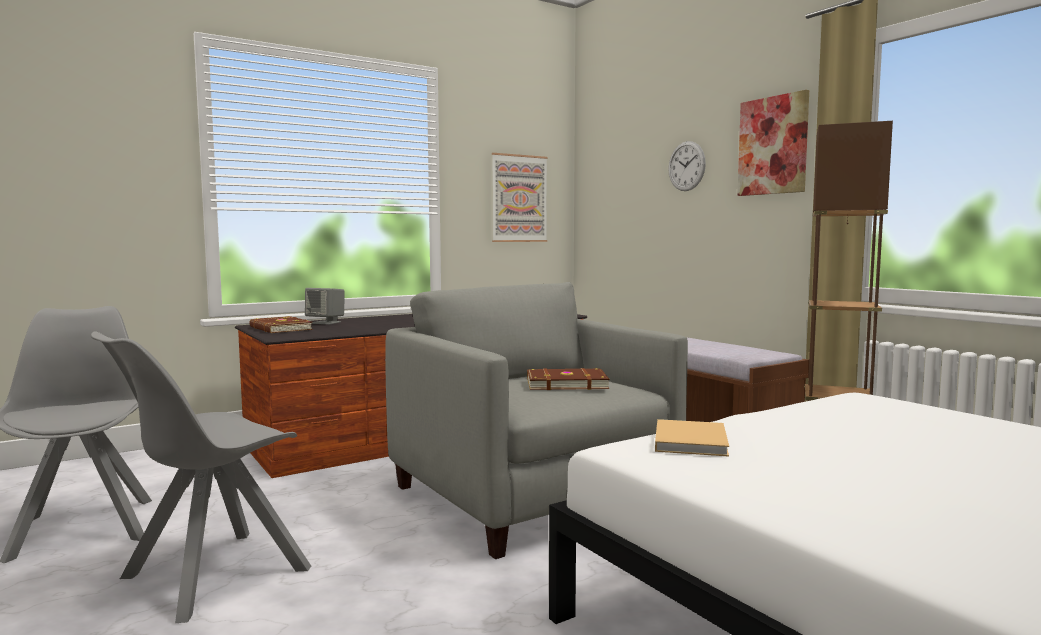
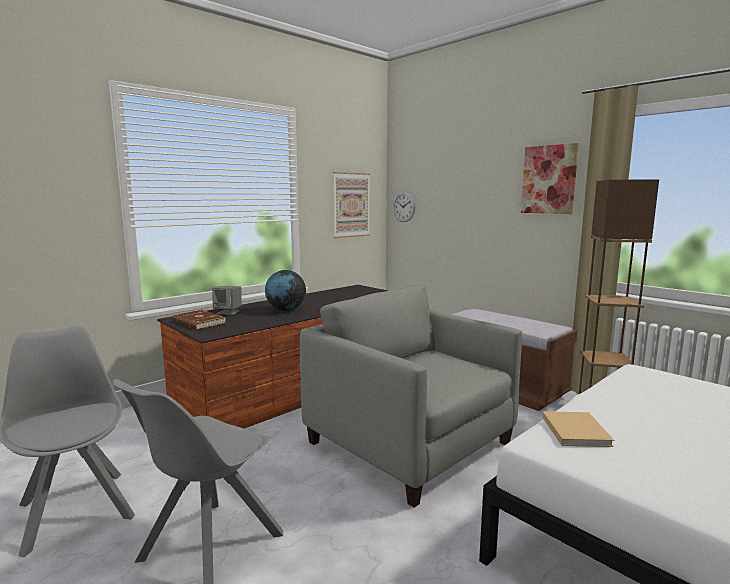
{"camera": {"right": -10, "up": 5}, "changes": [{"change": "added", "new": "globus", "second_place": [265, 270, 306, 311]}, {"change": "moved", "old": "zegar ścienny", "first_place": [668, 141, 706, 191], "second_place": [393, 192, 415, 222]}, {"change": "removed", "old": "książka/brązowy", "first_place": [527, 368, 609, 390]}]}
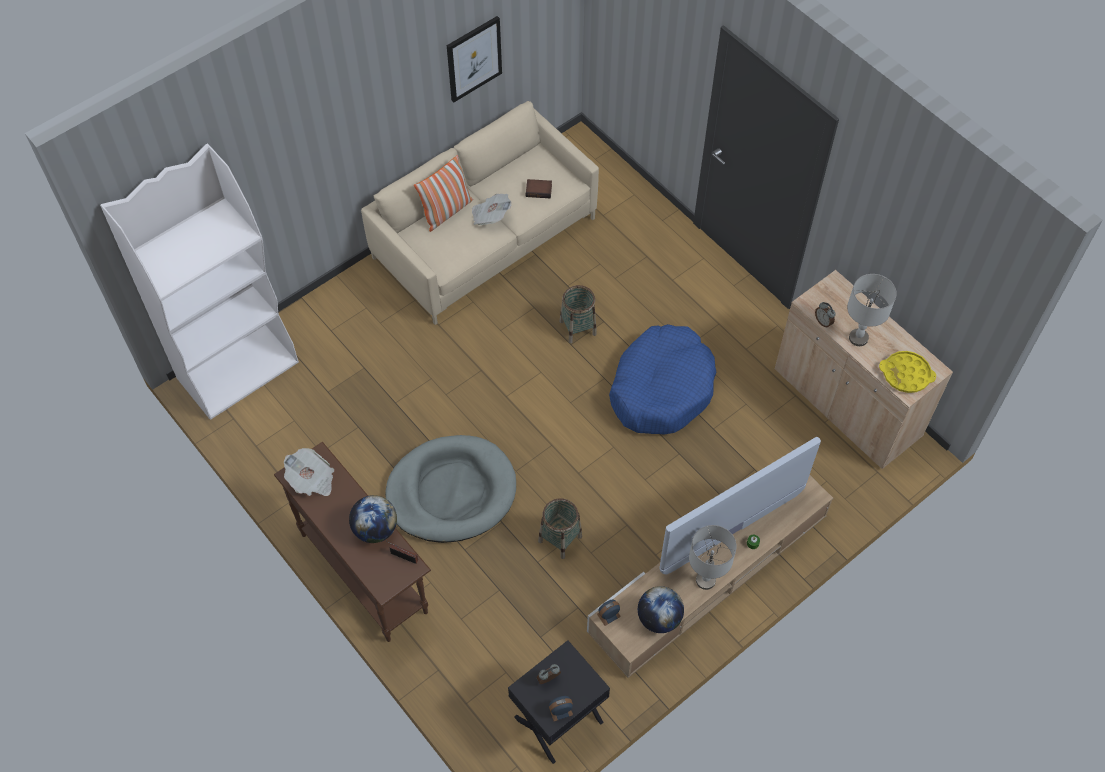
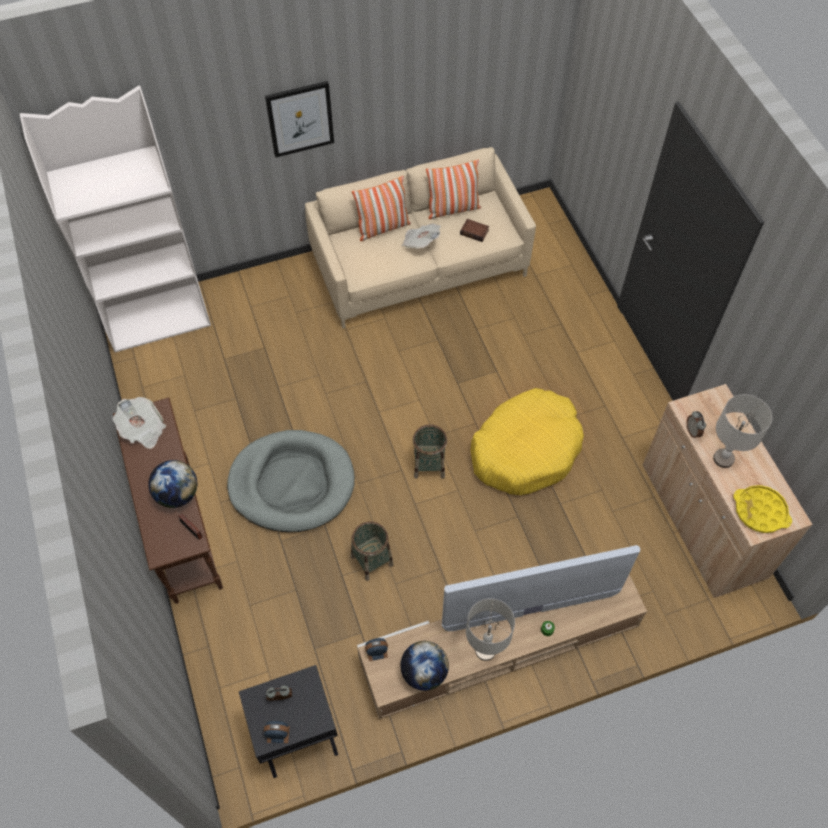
{"camera": {"right": 20, "up": 0}, "changes": [{"change": "moved", "old": "obraz", "first_place": [447, 16, 502, 102], "second_place": [265, 81, 334, 158]}, {"change": "moved", "old": "koszyk", "first_place": [560, 285, 597, 343], "second_place": [413, 424, 447, 479]}, {"change": "added", "new": "poduszka", "second_place": [426, 160, 481, 219]}, {"change": "recoloured", "old": "legowisko/niebieski", "new": "legowisko/żółty", "first_place": [609, 324, 717, 435], "second_place": [471, 388, 584, 495]}]}
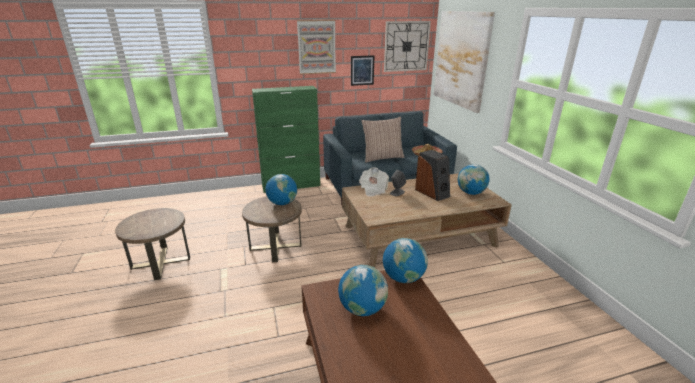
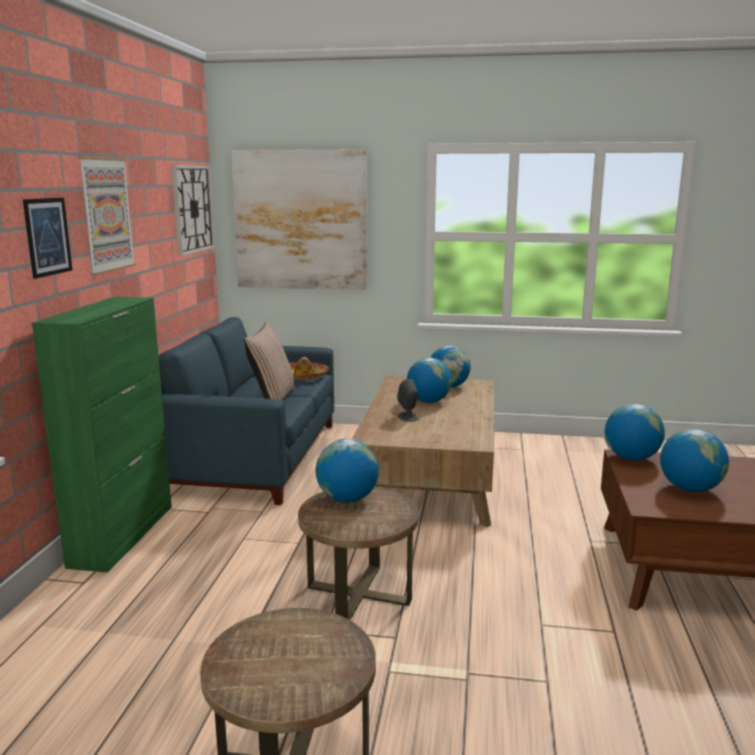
{"camera": {"right": -65, "up": -10}, "changes": [{"change": "moved", "old": "obraz", "first_place": [351, 55, 375, 86], "second_place": [23, 198, 72, 279]}, {"change": "replaced", "old": "głośnik", "new": "globus", "first_place": [415, 150, 450, 201], "second_place": [407, 358, 452, 403]}, {"change": "removed", "old": "gazeta", "first_place": [359, 167, 389, 196]}]}
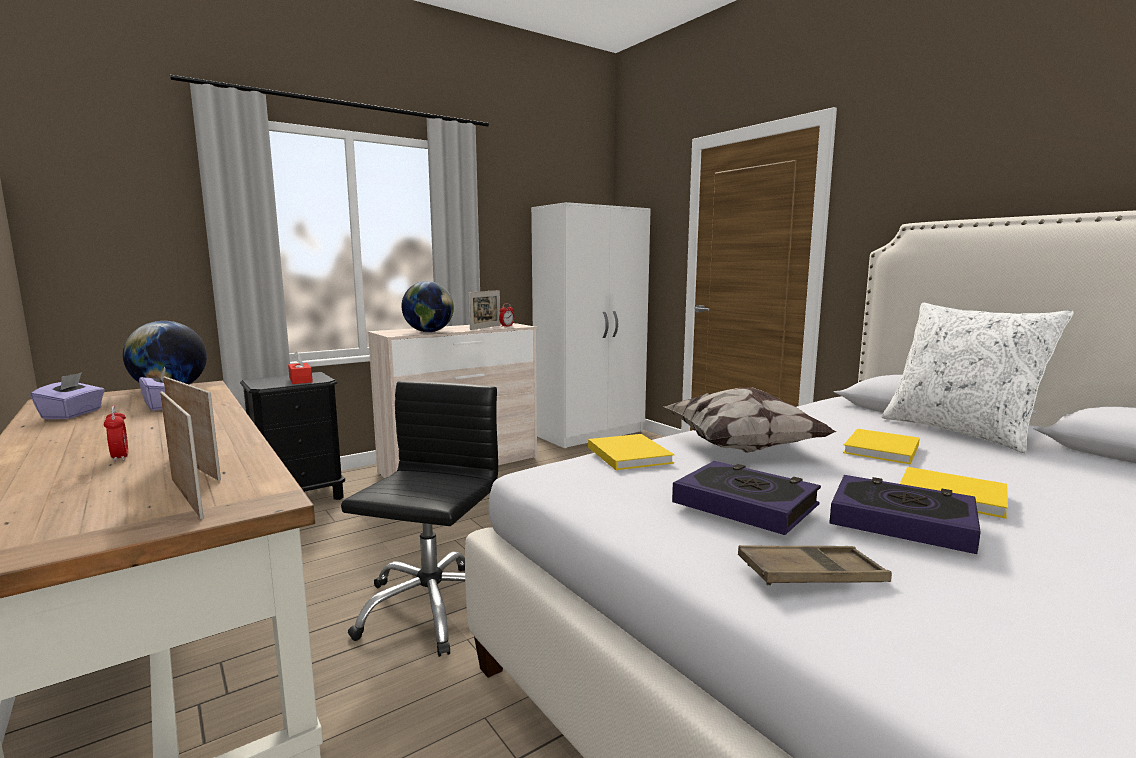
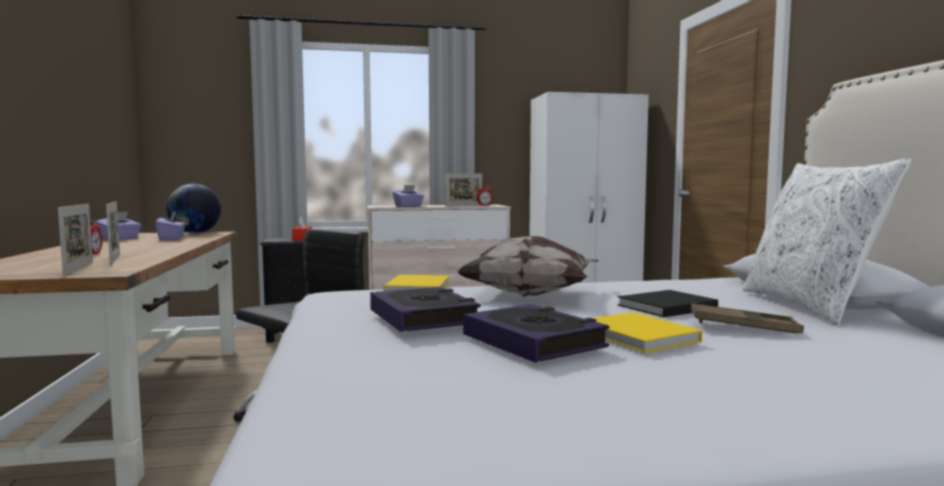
{"camera": {"right": 25, "up": -5}, "changes": [{"change": "replaced", "old": "globus", "new": "pudełko chusteczek/fioletowy", "first_place": [402, 281, 454, 332], "second_place": [393, 185, 424, 207]}, {"change": "recoloured", "old": "książka/żółty", "new": "książka/czarny", "first_place": [843, 429, 920, 464], "second_place": [617, 290, 718, 317]}, {"change": "moved", "old": "taca/brązowy", "first_place": [738, 545, 892, 586], "second_place": [691, 303, 804, 333]}]}
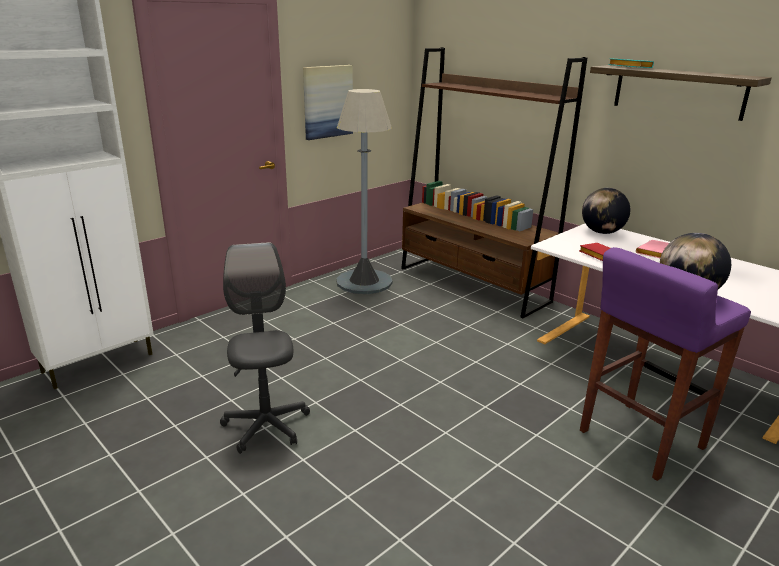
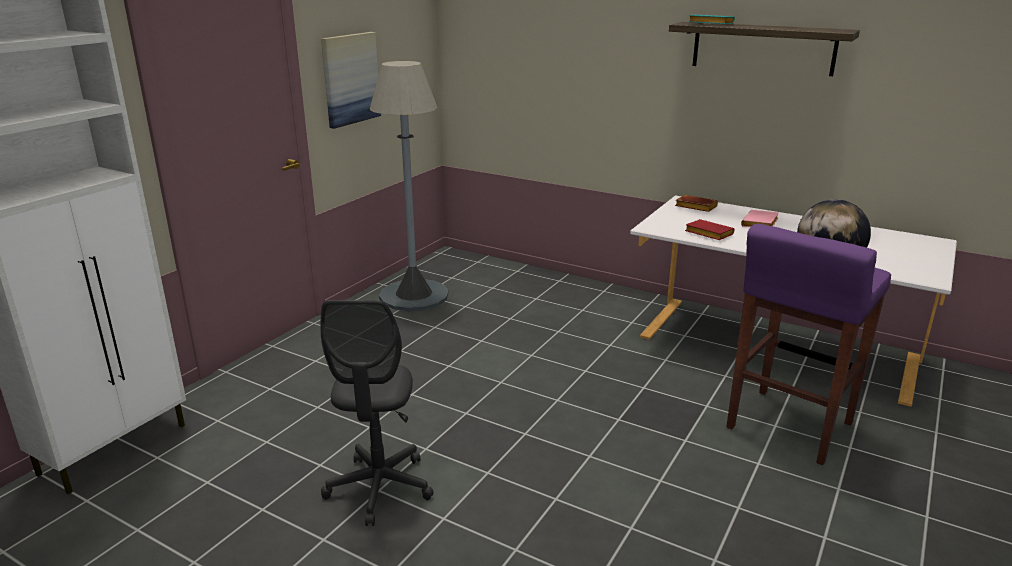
{"camera": {"right": -15, "up": 0}, "changes": [{"change": "turned", "old": "krzesło biurowe/szary", "first_place": [220, 242, 310, 454], "second_place": [321, 300, 434, 526], "degrees": -150}, {"change": "replaced", "old": "globus", "new": "książka/brązowy", "first_place": [582, 188, 630, 234], "second_place": [675, 195, 718, 212]}, {"change": "removed", "old": "regał/brązowy", "first_place": [401, 47, 587, 318]}]}
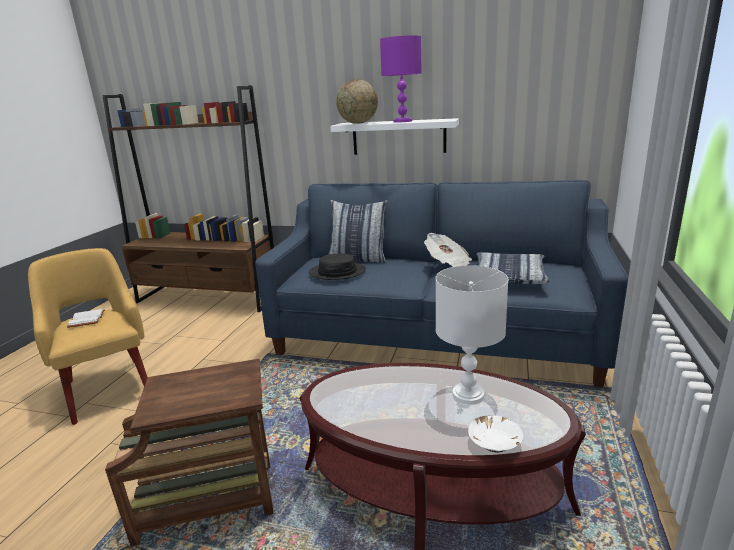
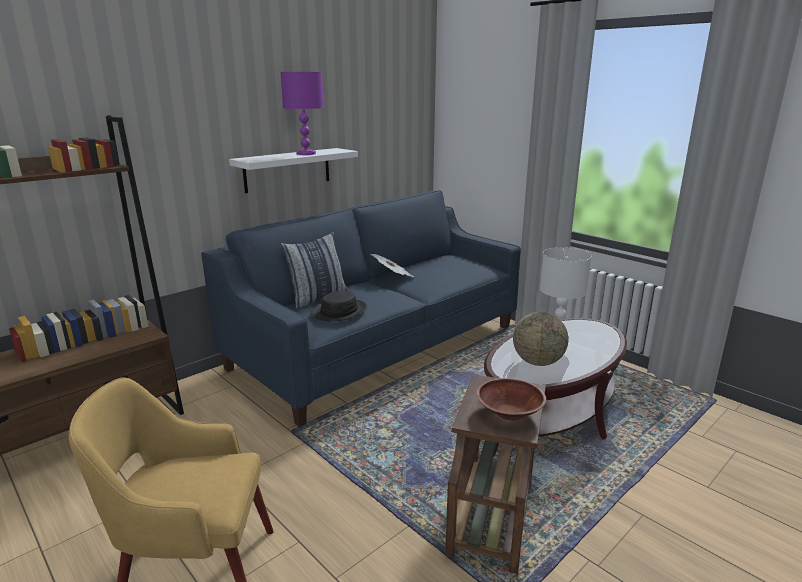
{"camera": {"right": -60, "up": 0}, "changes": [{"change": "added", "new": "miska/brązowy", "second_place": [477, 378, 546, 421]}, {"change": "moved", "old": "globus", "first_place": [336, 79, 378, 124], "second_place": [513, 312, 568, 366]}, {"change": "removed", "old": "książka/biały", "first_place": [67, 309, 105, 328]}, {"change": "removed", "old": "miska/biały", "first_place": [468, 415, 523, 452]}, {"change": "removed", "old": "poduszka", "first_place": [476, 252, 550, 284]}]}
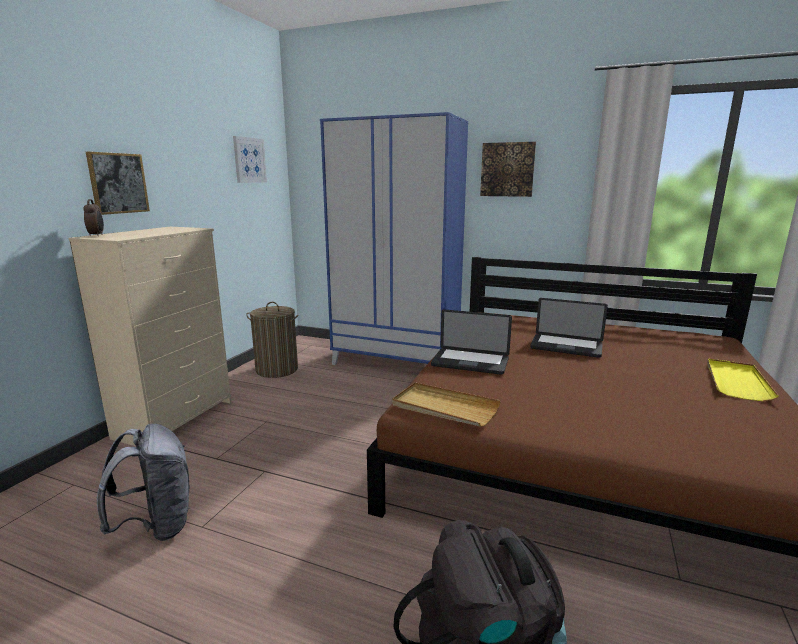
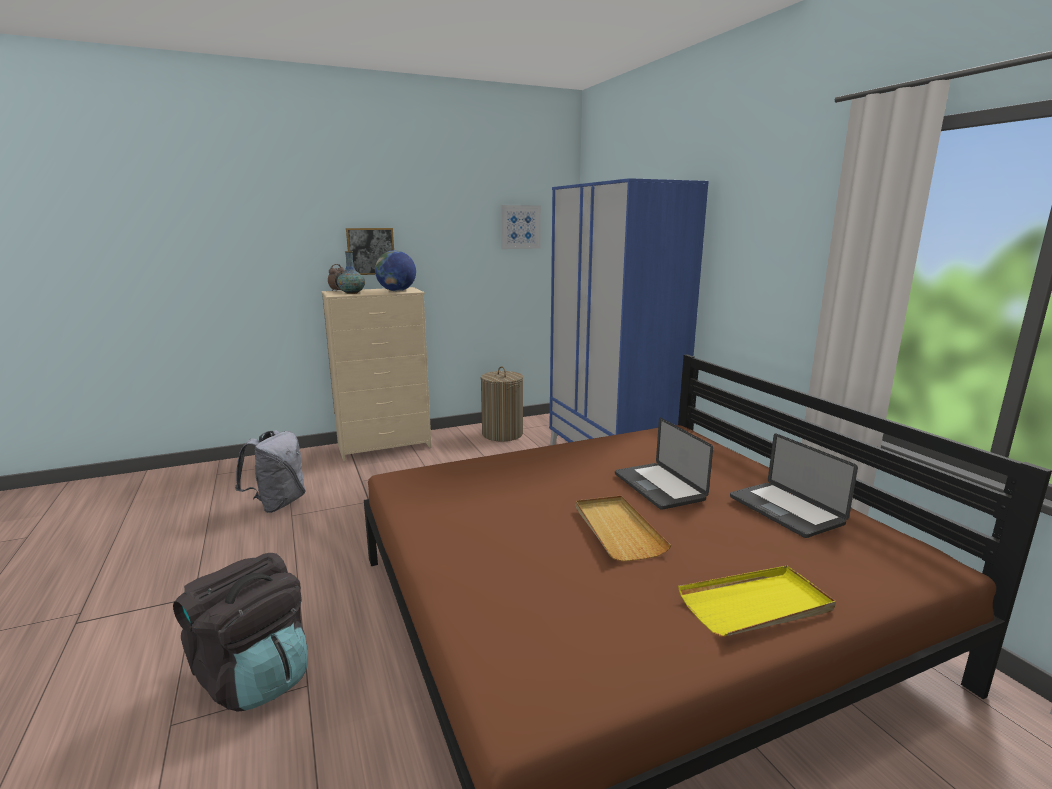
{"camera": {"right": 45, "up": 0}, "changes": [{"change": "added", "new": "wazon", "second_place": [337, 251, 365, 294]}, {"change": "added", "new": "globus", "second_place": [375, 250, 416, 291]}, {"change": "moved", "old": "taca/beżowy", "first_place": [392, 382, 501, 427], "second_place": [576, 495, 671, 561]}, {"change": "moved", "old": "laptop", "first_place": [431, 310, 512, 375], "second_place": [730, 433, 858, 538]}, {"change": "removed", "old": "obraz", "first_place": [480, 142, 536, 197]}]}
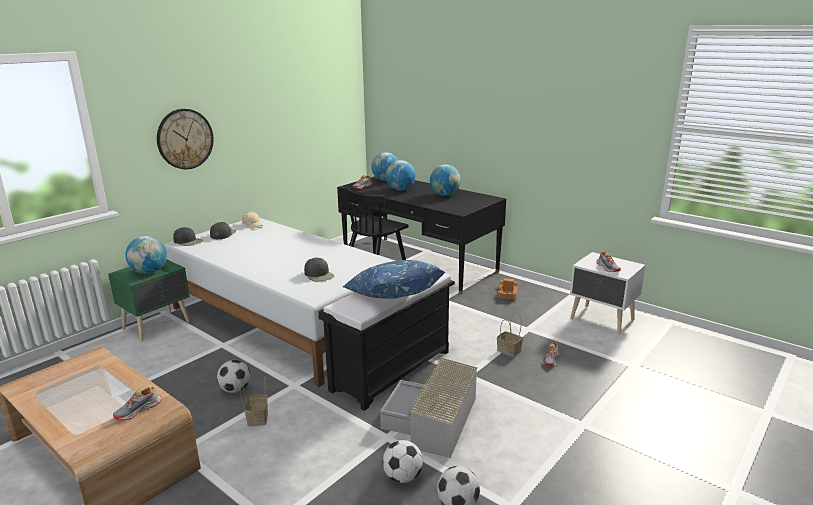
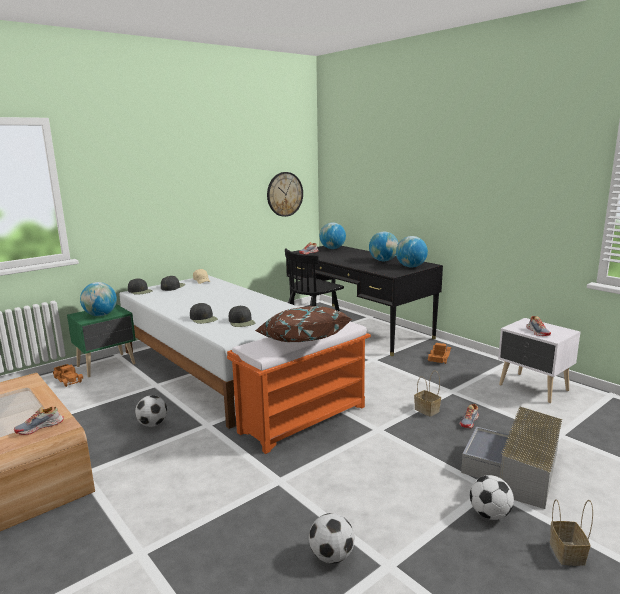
{"camera": {"right": 10, "up": -5}, "changes": [{"change": "added", "new": "ciężarówka zabawkowa", "second_place": [53, 364, 83, 387]}, {"change": "added", "new": "czapka z daszkiem/czarny", "second_place": [190, 303, 218, 324]}, {"change": "recoloured", "old": "ławka/czarny", "new": "ławka/pomarańczowy", "first_place": [318, 273, 455, 411], "second_place": [227, 322, 371, 454]}, {"change": "recoloured", "old": "poduszka/niebieski", "new": "poduszka/brązowy", "first_place": [342, 260, 445, 299], "second_place": [255, 306, 352, 342]}, {"change": "moved", "old": "zegar ścienny", "first_place": [157, 109, 214, 169], "second_place": [267, 172, 303, 217]}, {"change": "moved", "old": "globus", "first_place": [386, 160, 416, 191], "second_place": [396, 236, 428, 268]}, {"change": "moved", "old": "pojemnik do przechowywania/szary", "first_place": [380, 357, 478, 458], "second_place": [461, 406, 562, 509]}, {"change": "moved", "old": "piłka futbolowa", "first_place": [382, 440, 423, 483], "second_place": [470, 475, 514, 520]}, {"change": "moved", "old": "koszyk", "first_place": [239, 377, 268, 426], "second_place": [550, 499, 593, 566]}]}
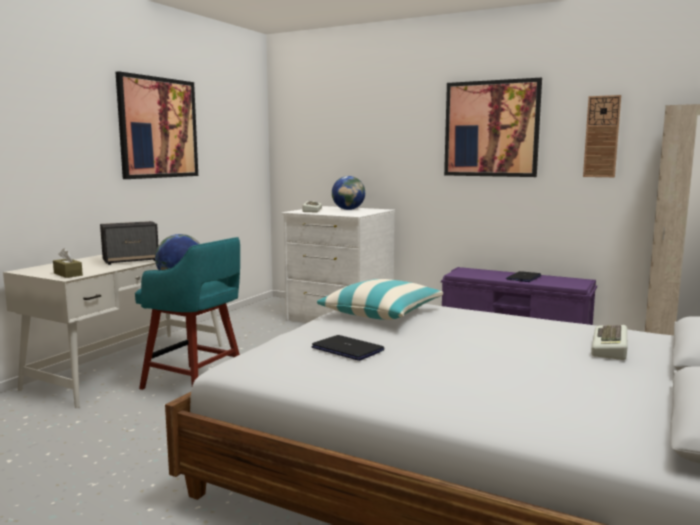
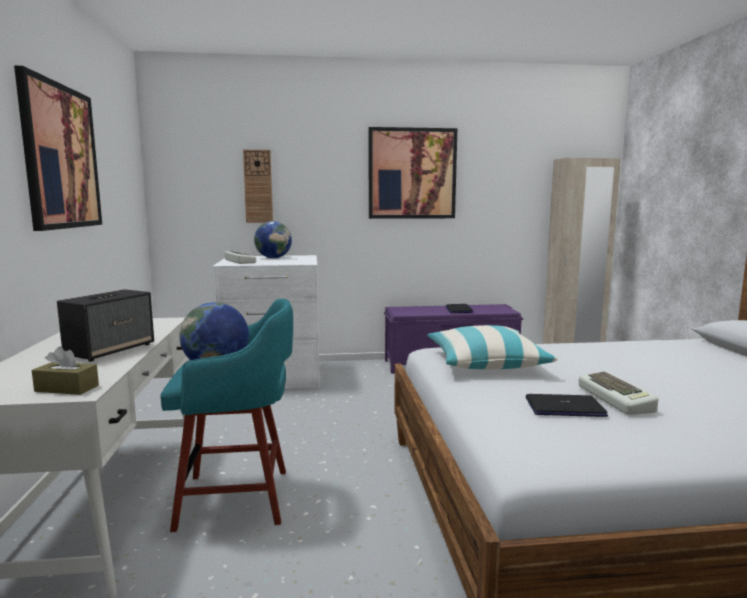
{"camera": {"right": -35, "up": 0}, "changes": [{"change": "moved", "old": "zegar ścienny", "first_place": [583, 95, 621, 177], "second_place": [243, 149, 273, 223]}, {"change": "moved", "old": "klawiatura", "first_place": [591, 325, 627, 360], "second_place": [578, 371, 658, 415]}]}
